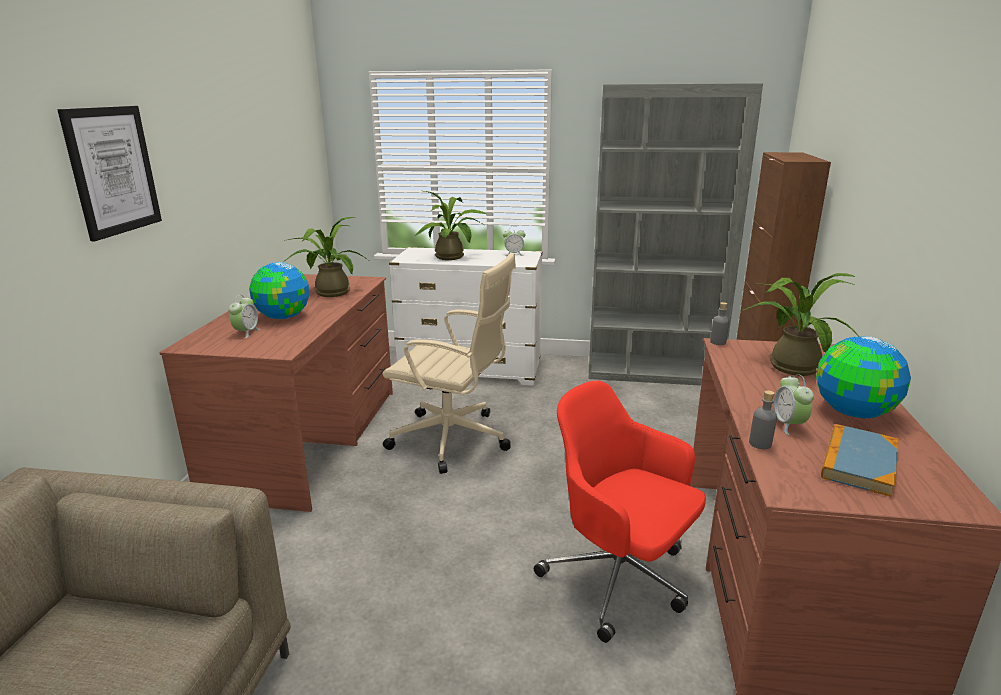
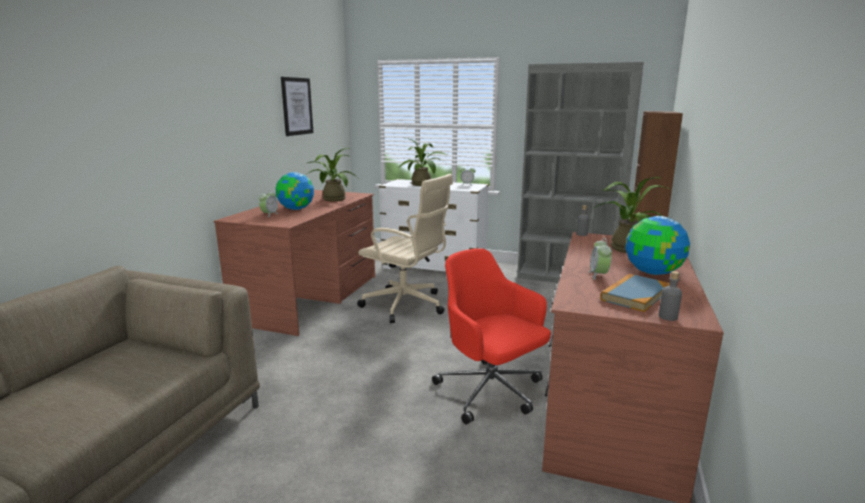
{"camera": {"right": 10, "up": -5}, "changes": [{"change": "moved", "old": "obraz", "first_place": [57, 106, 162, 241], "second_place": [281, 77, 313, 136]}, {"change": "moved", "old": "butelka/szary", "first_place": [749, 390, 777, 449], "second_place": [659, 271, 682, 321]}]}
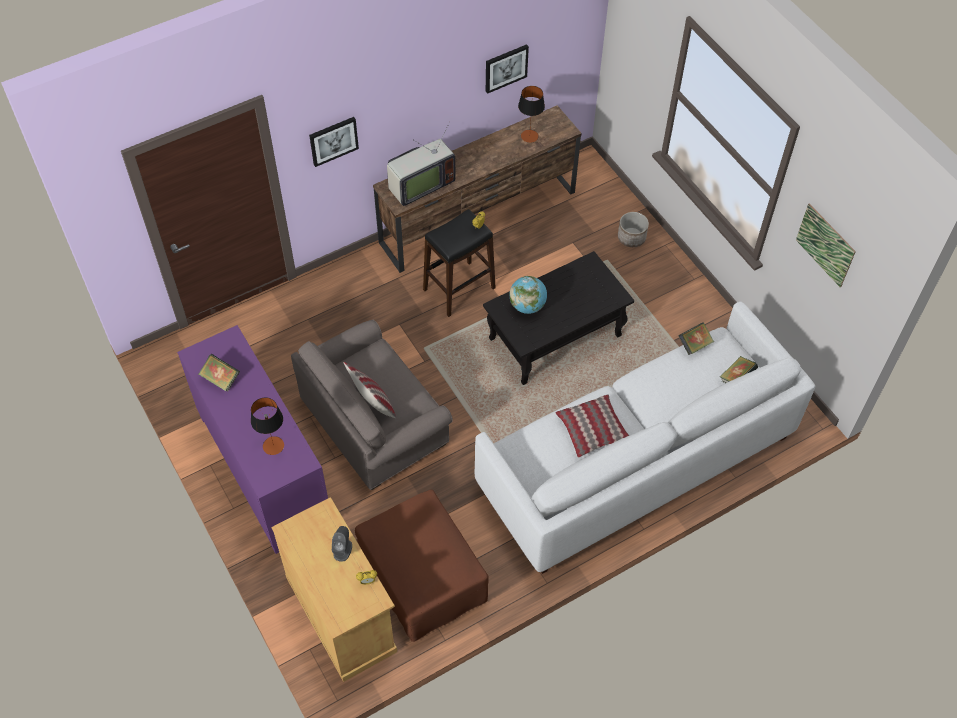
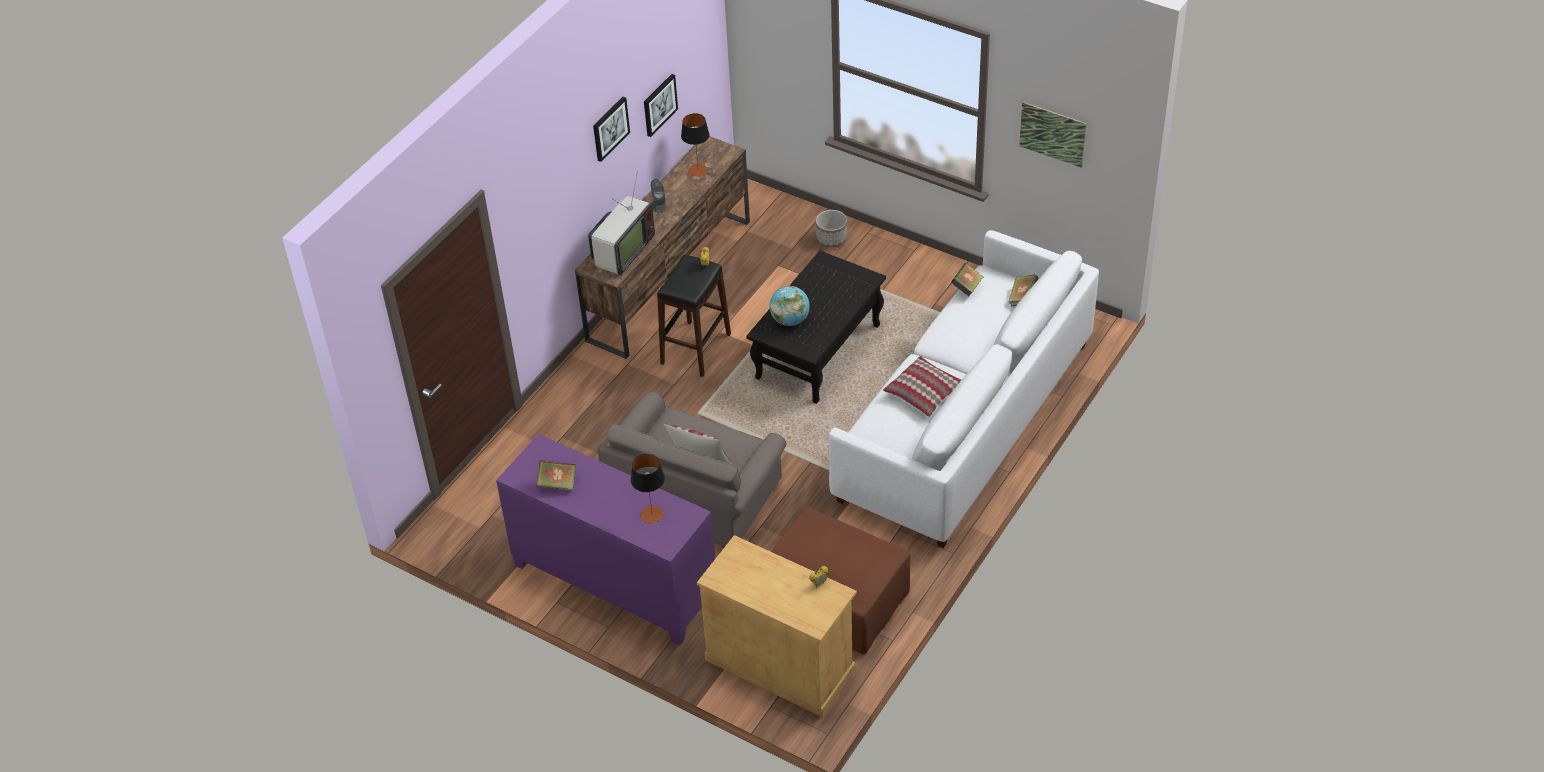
{"camera": {"right": -25, "up": -10}, "changes": [{"change": "moved", "old": "obraz", "first_place": [309, 117, 359, 167], "second_place": [593, 97, 630, 162]}, {"change": "moved", "old": "głośnik/szary", "first_place": [332, 526, 352, 562], "second_place": [651, 179, 667, 213]}]}
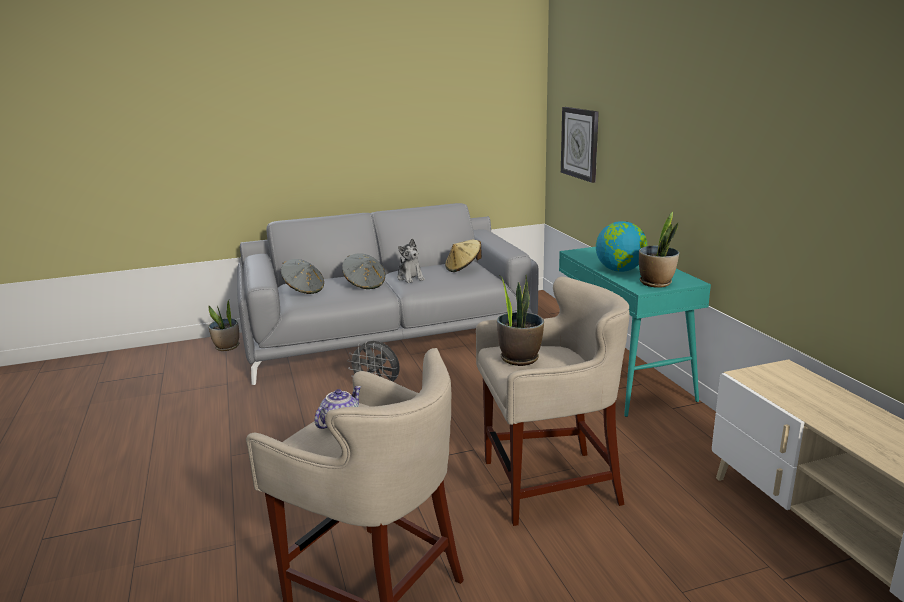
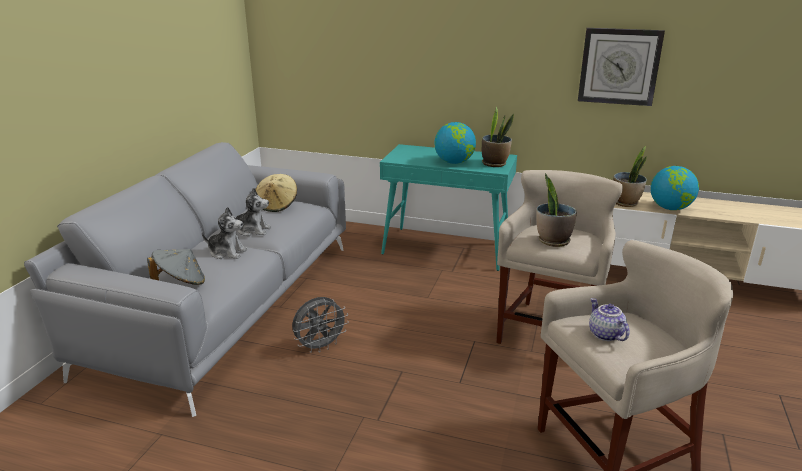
{"camera": {"right": -55, "up": 5}, "changes": [{"change": "replaced", "old": "kapelusz/szary", "new": "pluszak", "first_place": [342, 253, 385, 289], "second_place": [202, 207, 248, 259]}, {"change": "moved", "old": "zegar ścienny", "first_place": [561, 107, 599, 183], "second_place": [578, 28, 665, 106]}, {"change": "moved", "old": "roślina doniczkowa", "first_place": [208, 300, 239, 351], "second_place": [613, 146, 647, 207]}, {"change": "added", "new": "globus", "second_place": [651, 166, 699, 210]}]}
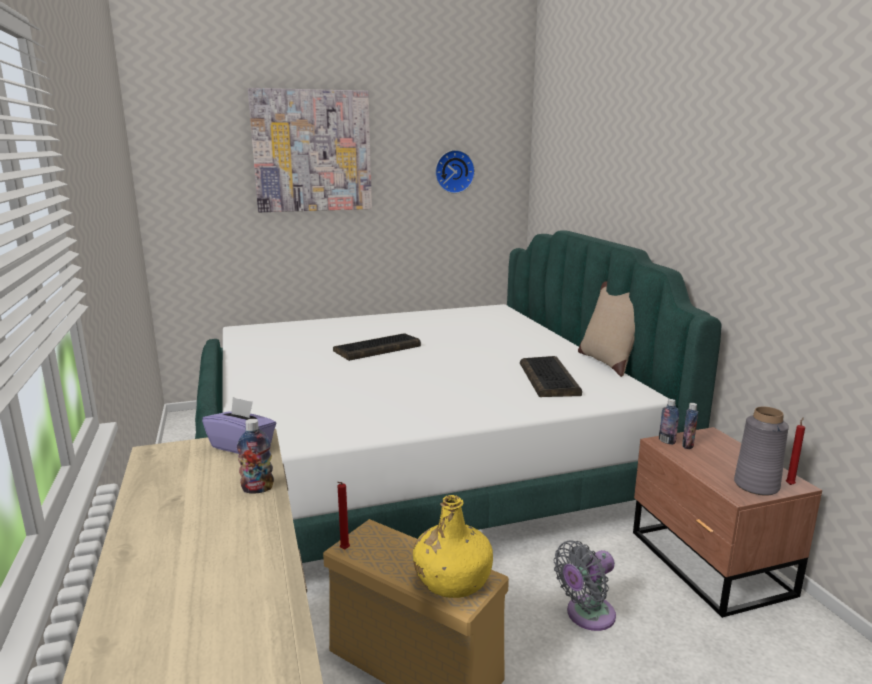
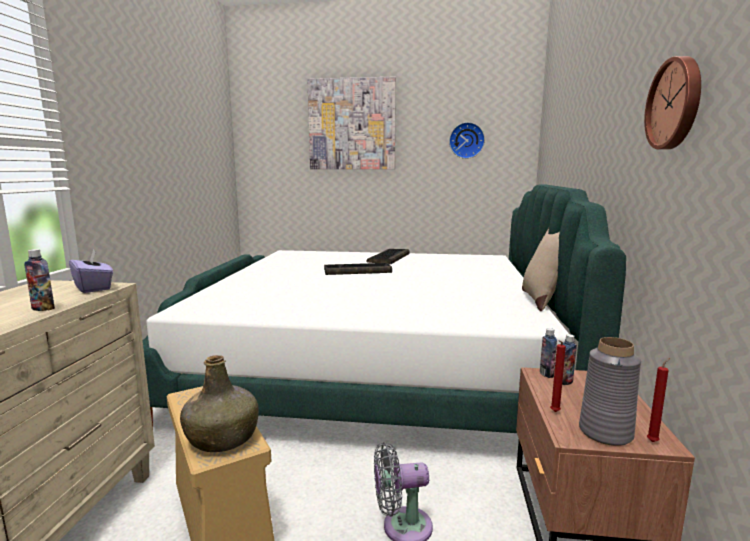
{"camera": {"right": 25, "up": -5}, "changes": [{"change": "recoloured", "old": "butelka/żółty", "new": "butelka/zielony", "first_place": [413, 495, 493, 598], "second_place": [180, 355, 258, 452]}, {"change": "moved", "old": "klawiatura", "first_place": [520, 356, 582, 397], "second_place": [366, 249, 410, 264]}, {"change": "moved", "old": "świeca/czerwony", "first_place": [337, 482, 350, 549], "second_place": [550, 340, 566, 412]}, {"change": "added", "new": "zegar ścienny", "second_place": [644, 56, 701, 149]}]}
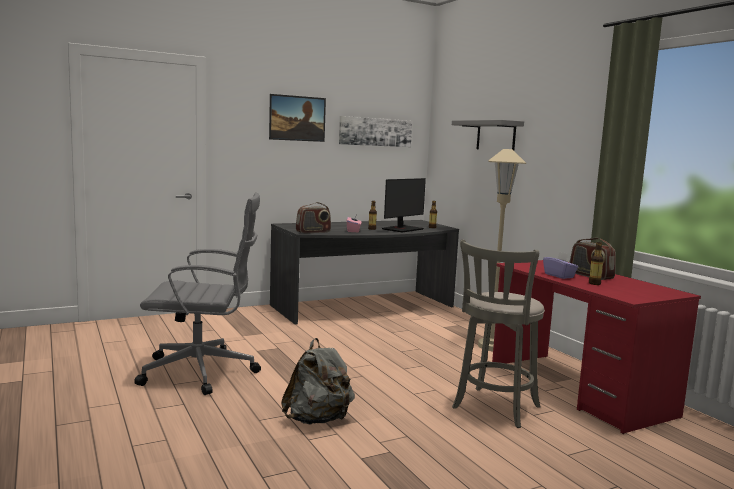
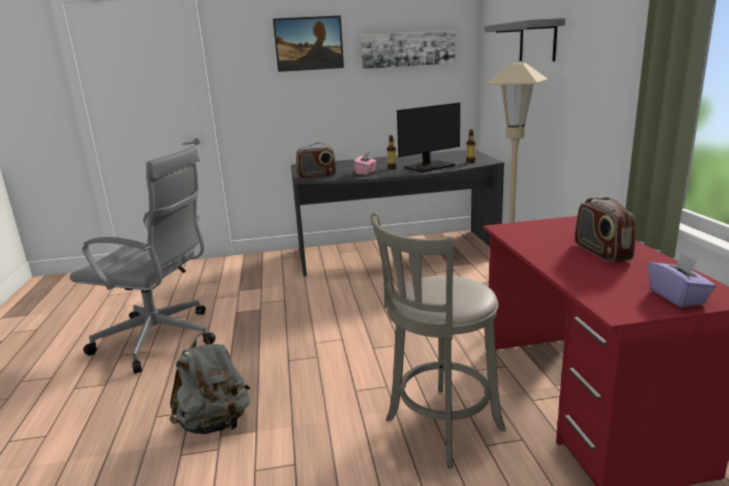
{"camera": {"right": 20, "up": 10}, "changes": [{"change": "moved", "old": "pudełko chusteczek/fioletowy", "first_place": [543, 252, 578, 279], "second_place": [648, 253, 716, 307]}, {"change": "removed", "old": "butelka", "first_place": [589, 242, 604, 285]}]}
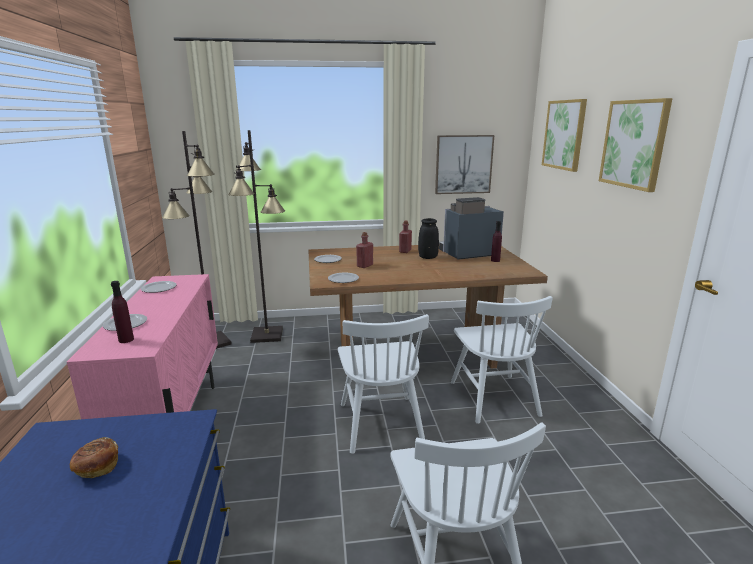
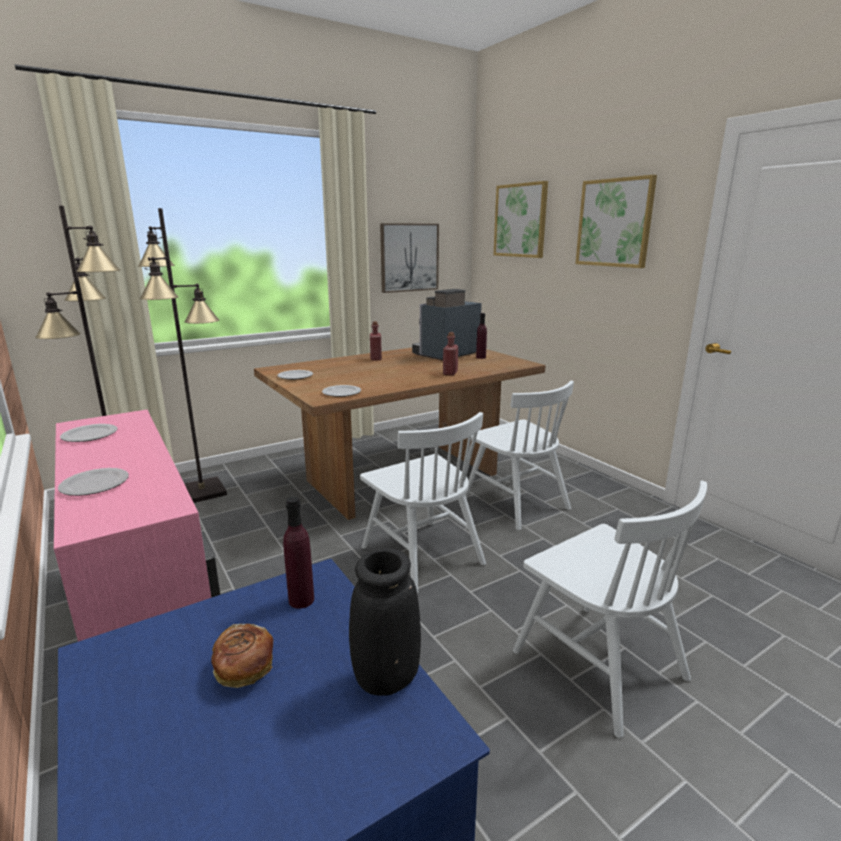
{"camera": {"right": -25, "up": 0}, "changes": [{"change": "moved", "old": "butelka/fioletowy", "first_place": [111, 281, 134, 343], "second_place": [283, 497, 314, 609]}, {"change": "moved", "old": "wazon/czarny", "first_place": [418, 218, 439, 259], "second_place": [349, 548, 421, 696]}, {"change": "moved", "old": "butelka/czerwony", "first_place": [356, 232, 373, 268], "second_place": [443, 332, 458, 376]}]}
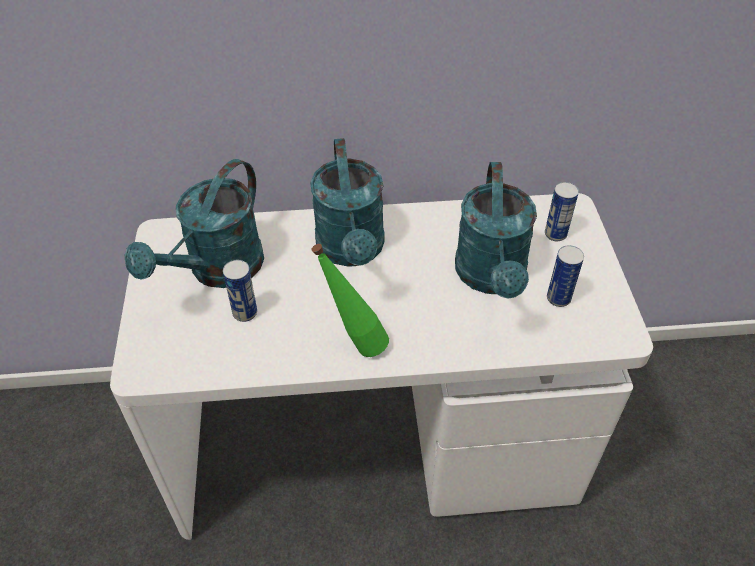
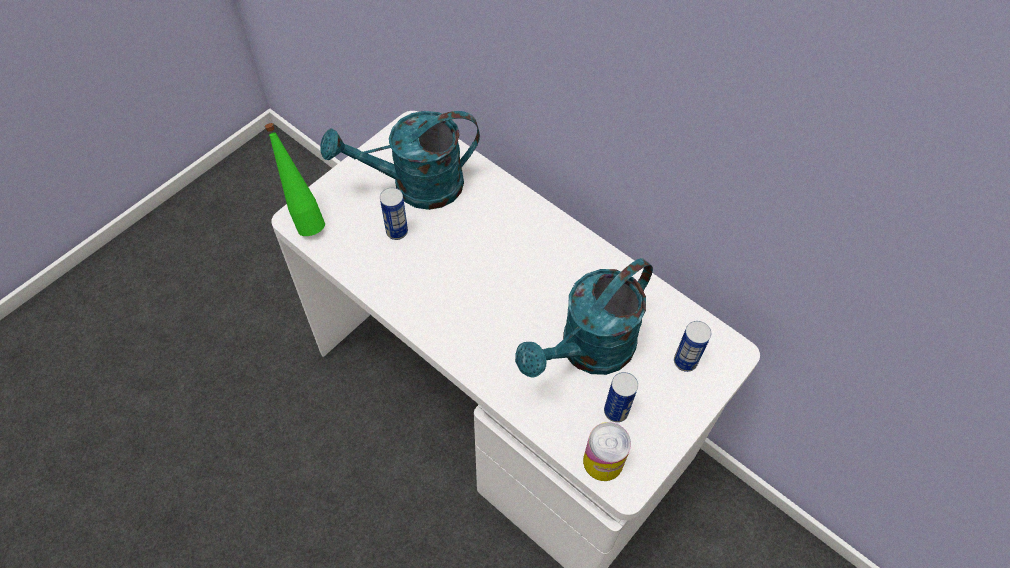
{"camera": {"right": 45, "up": 10}, "changes": [{"change": "moved", "old": "butelka/zielony", "first_place": [311, 244, 389, 357], "second_place": [265, 123, 325, 236]}, {"change": "added", "new": "puszka", "second_place": [583, 422, 631, 481]}, {"change": "removed", "old": "konewka/turkusowy", "first_place": [310, 138, 385, 267]}]}
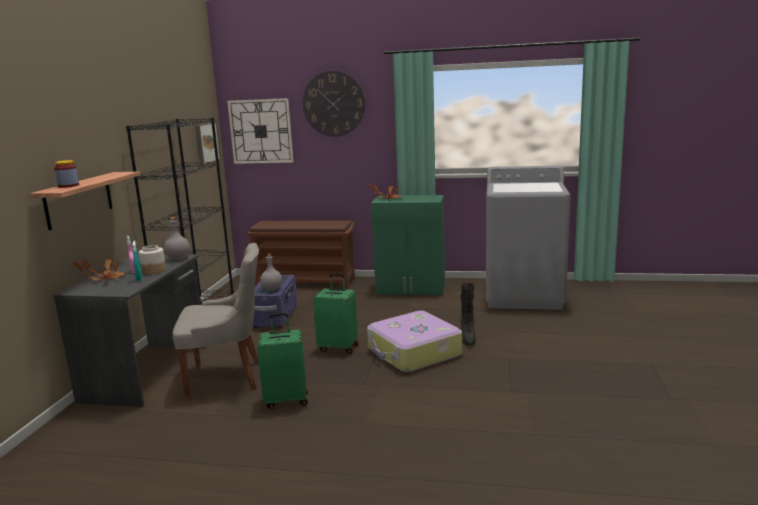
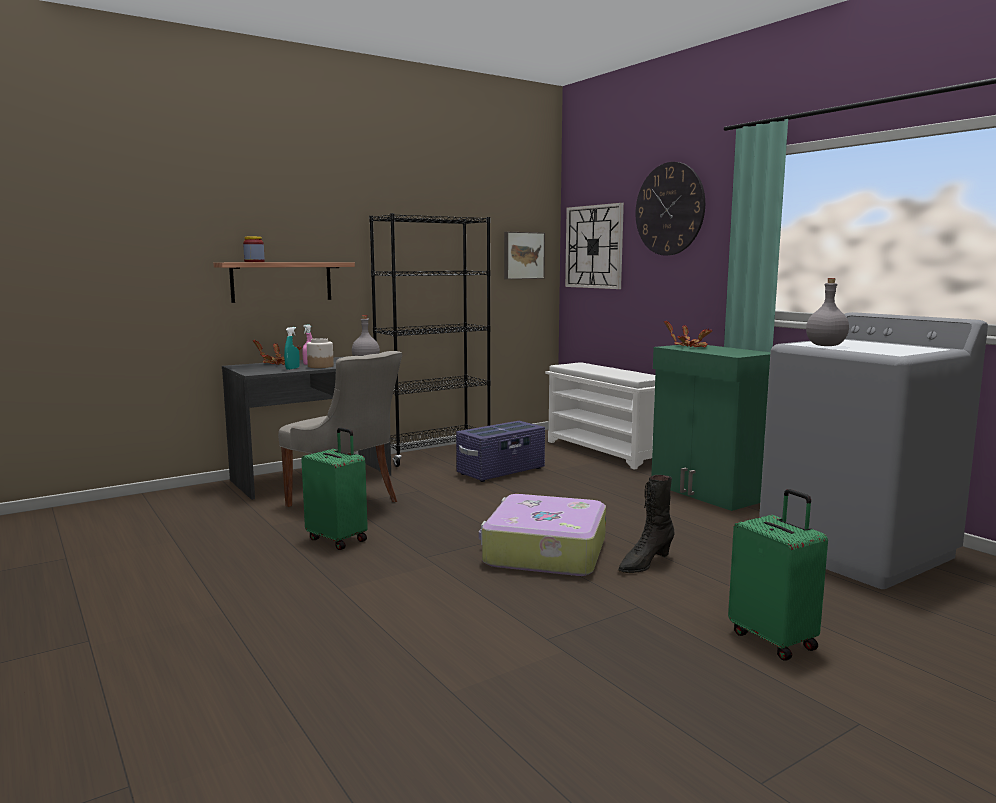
{"camera": {"right": 45, "up": -5}, "changes": [{"change": "recoloured", "old": "regał na buty/brązowy", "new": "regał na buty/biały", "first_place": [246, 220, 356, 288], "second_place": [545, 362, 655, 470]}, {"change": "moved", "old": "walizka/zielony", "first_place": [313, 273, 358, 354], "second_place": [728, 489, 828, 660]}, {"change": "moved", "old": "butelka/szary", "first_place": [260, 254, 282, 291], "second_place": [806, 278, 849, 346]}]}
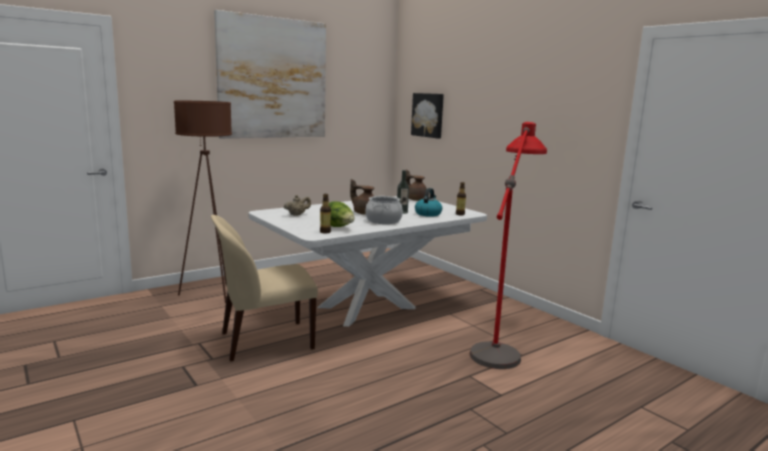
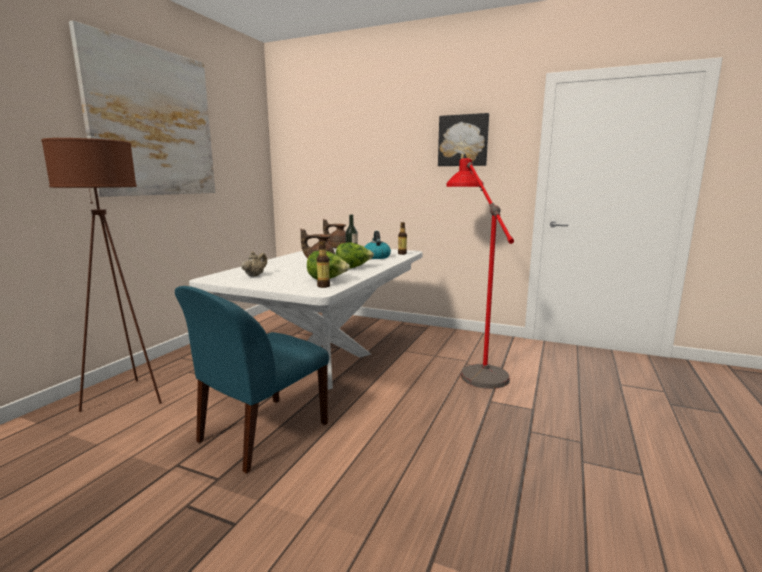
{"camera": {"right": -30, "up": 0}, "changes": [{"change": "recoloured", "old": "krzesło/beżowy", "new": "krzesło/niebieski", "first_place": [211, 215, 318, 361], "second_place": [175, 286, 329, 474]}, {"change": "replaced", "old": "garnek", "new": "sałata", "first_place": [365, 196, 403, 224], "second_place": [336, 242, 374, 268]}, {"change": "moved", "old": "obraz", "first_place": [411, 93, 444, 139], "second_place": [438, 113, 489, 166]}]}
